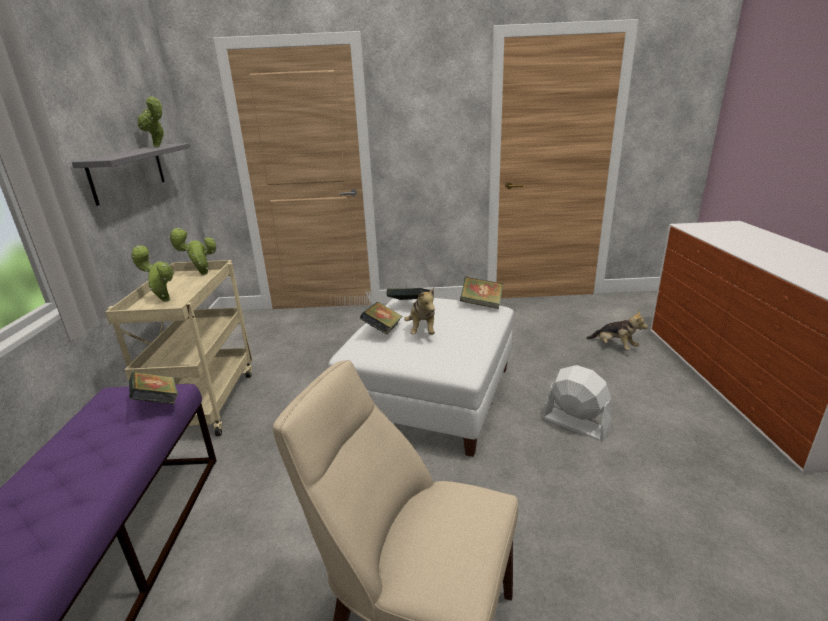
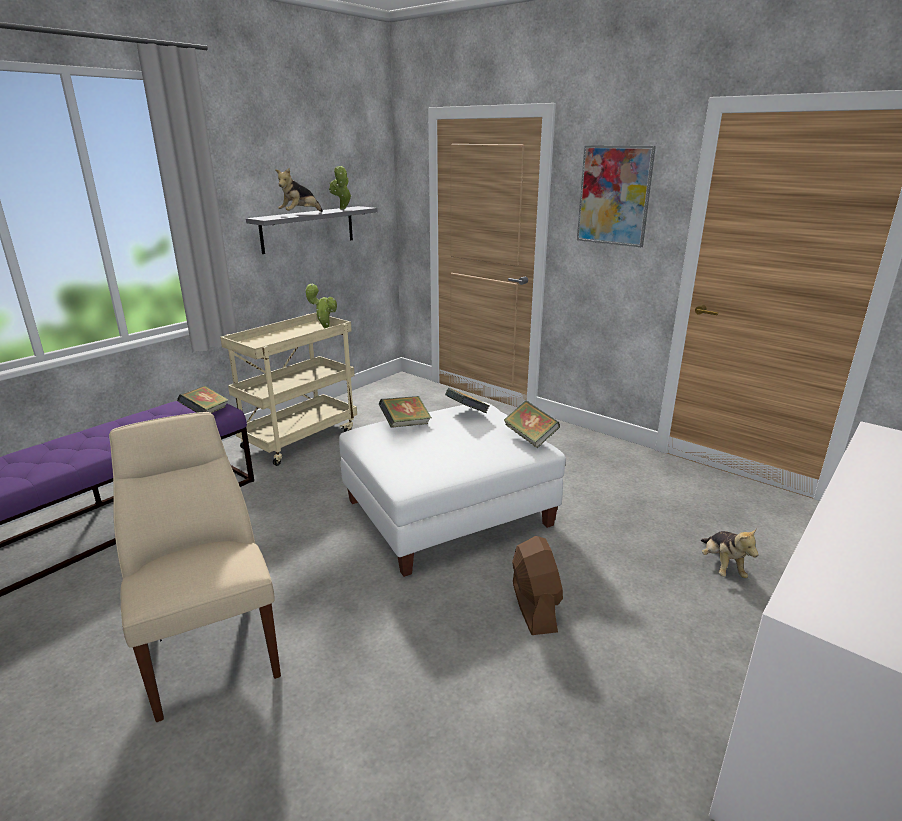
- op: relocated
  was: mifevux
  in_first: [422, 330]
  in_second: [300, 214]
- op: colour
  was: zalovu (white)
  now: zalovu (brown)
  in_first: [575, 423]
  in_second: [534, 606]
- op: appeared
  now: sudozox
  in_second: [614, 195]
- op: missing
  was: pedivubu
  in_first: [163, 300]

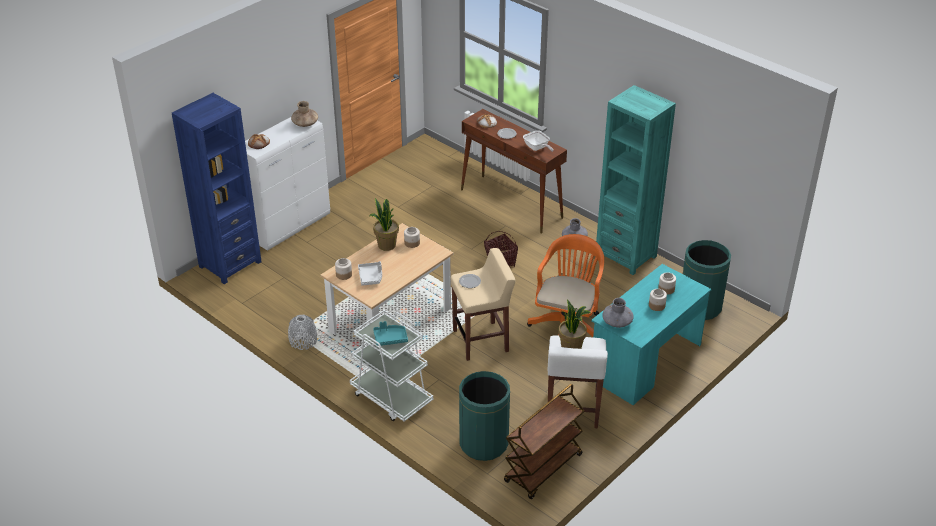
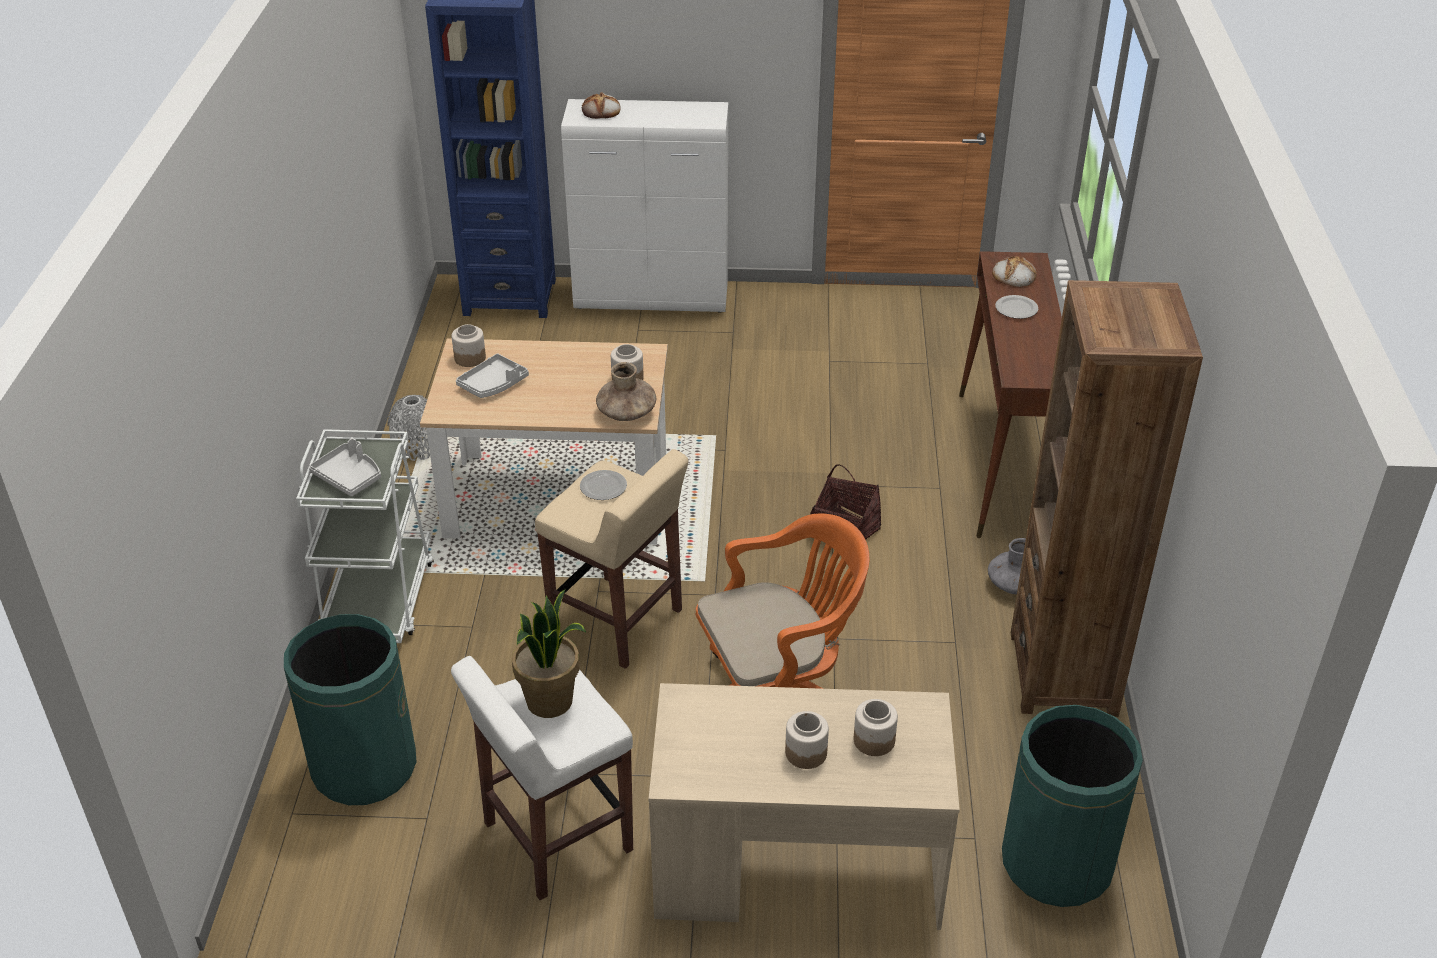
- op: colour
  was: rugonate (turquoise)
  now: rugonate (grey)
  in_first: [390, 338]
  in_second: [349, 477]
- op: relocated
  was: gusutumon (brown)
  in_first: [305, 124]
  in_second: [626, 413]
- op: colour
  was: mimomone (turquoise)
  now: mimomone (beige)
  in_first: [645, 362]
  in_second: [797, 870]
- op: colour
  was: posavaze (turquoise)
  now: posavaze (brown)
  in_first: [626, 255]
  in_second: [1063, 673]
- op: missing
  was: pedivubu
  in_first: [386, 245]
- op: missing
  was: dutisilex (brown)
  in_first: [543, 469]
- op: missing
  was: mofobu
  in_first: [537, 148]
- op: missing
  was: gusutumon (grey)
  in_first: [617, 322]

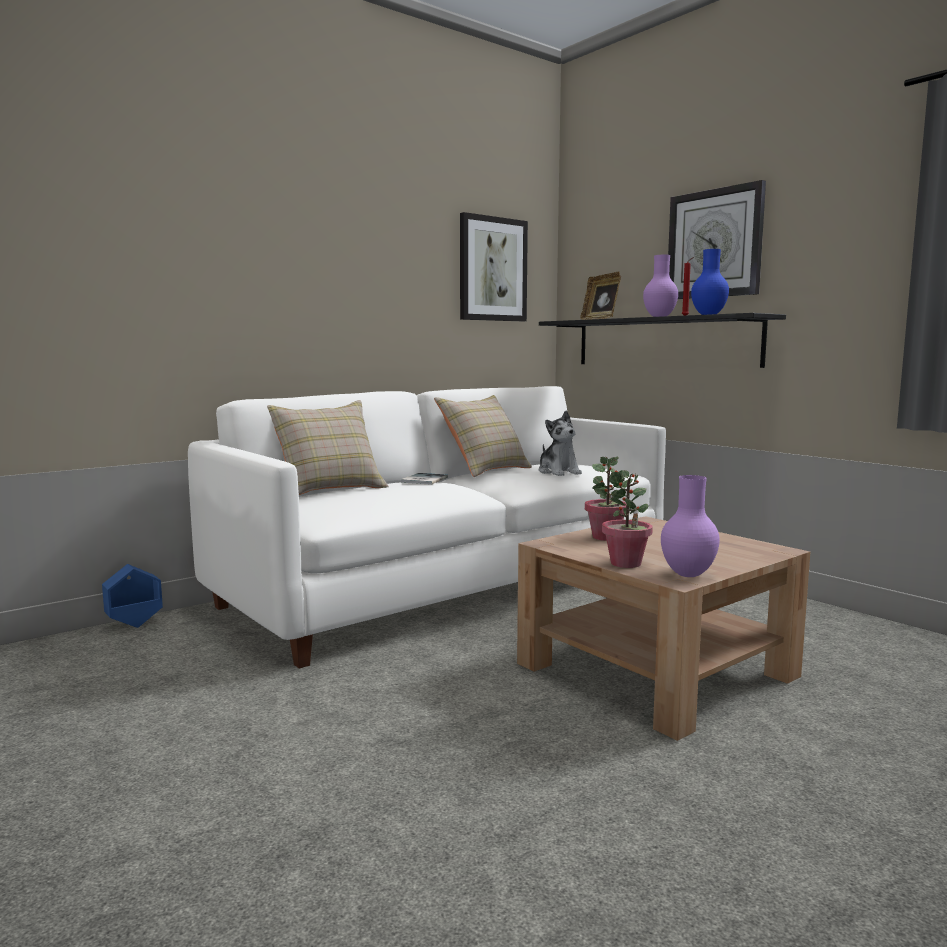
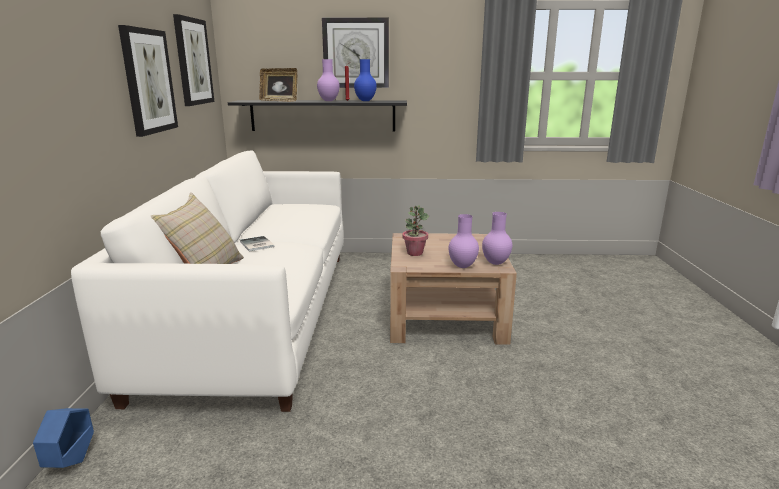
- op: appeared
  now: sudozox
  in_second: [148, 81]
- op: exchanged
  was: pedivubu
  now: gusutumon (purple)
  in_first: [626, 563]
  in_second: [463, 266]
- op: missing
  was: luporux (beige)
  in_first: [485, 470]
- op: missing
  was: mifevux
  in_first: [558, 472]

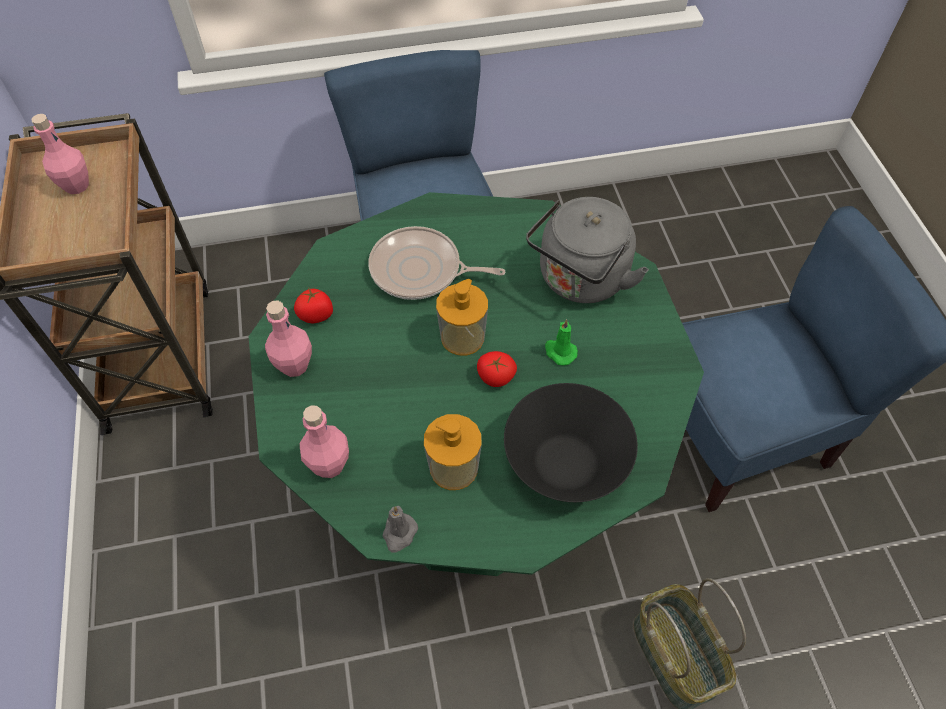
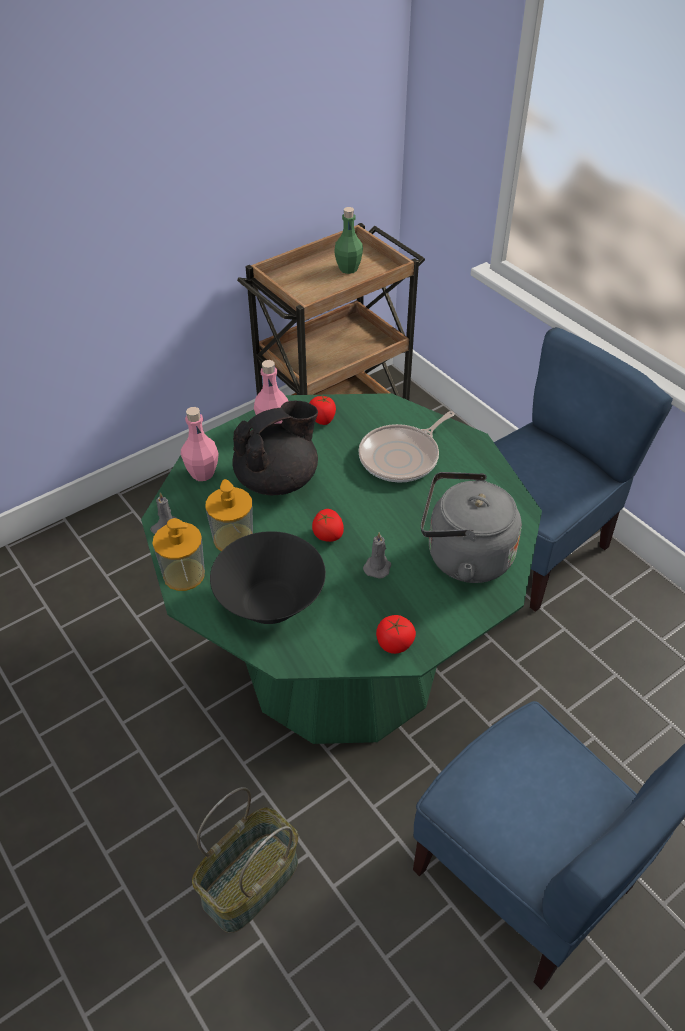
- op: relocated
  was: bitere
  in_first: [462, 337]
  in_second: [184, 574]
- op: appeared
  now: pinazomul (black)
  in_second: [278, 479]
- op: colour
  was: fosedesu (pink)
  now: fosedesu (green)
  in_first: [76, 185]
  in_second: [348, 269]
- op: spun
  was: mofobu
  in_first: [420, 270]
  in_second: [402, 457]
  clockwise: -120
- op: colour
  was: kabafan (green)
  now: kabafan (grey)
  in_first: [559, 352]
  in_second: [378, 566]
- op: appeared
  now: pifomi
  in_second: [394, 643]

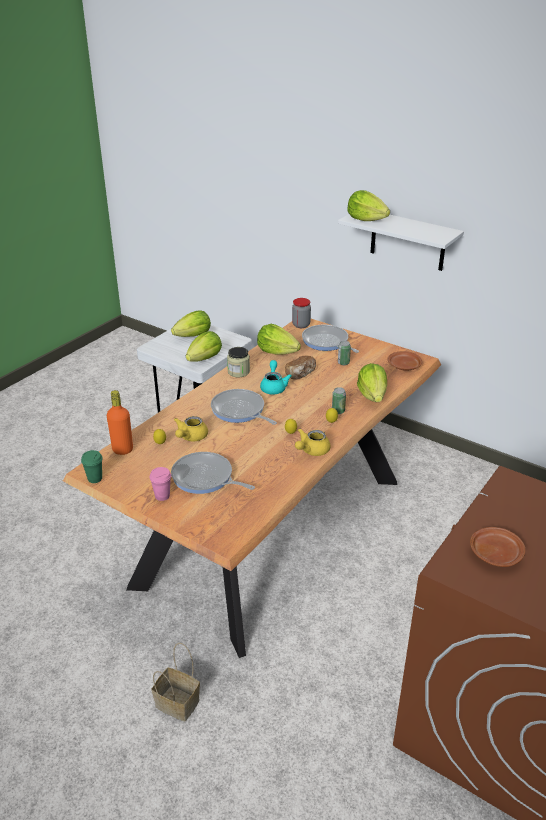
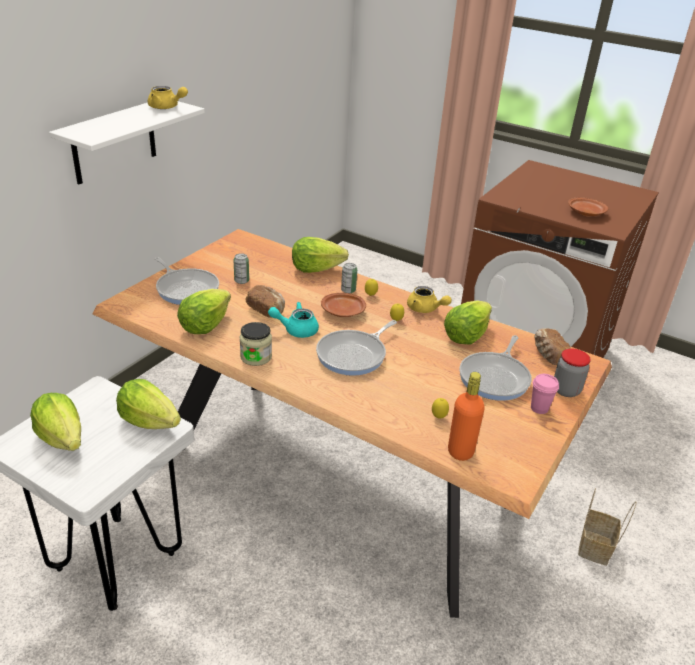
- op: relocated
  was: pinazomul (yellow)
  in_first: [190, 437]
  in_second: [166, 107]
- op: spun
  was: mofobu
  in_first: [326, 342]
  in_second: [186, 289]
  clockwise: -90
- op: relocated
  was: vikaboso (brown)
  in_first: [404, 366]
  in_second: [343, 312]
- op: relocated
  was: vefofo
  in_first: [366, 220]
  in_second: [466, 336]
- op: appeared
  now: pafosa
  in_second: [548, 355]
- op: relocated
  was: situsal
  in_first: [301, 325]
  in_second: [566, 390]
- op: missing
  was: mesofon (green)
  in_first: [95, 478]

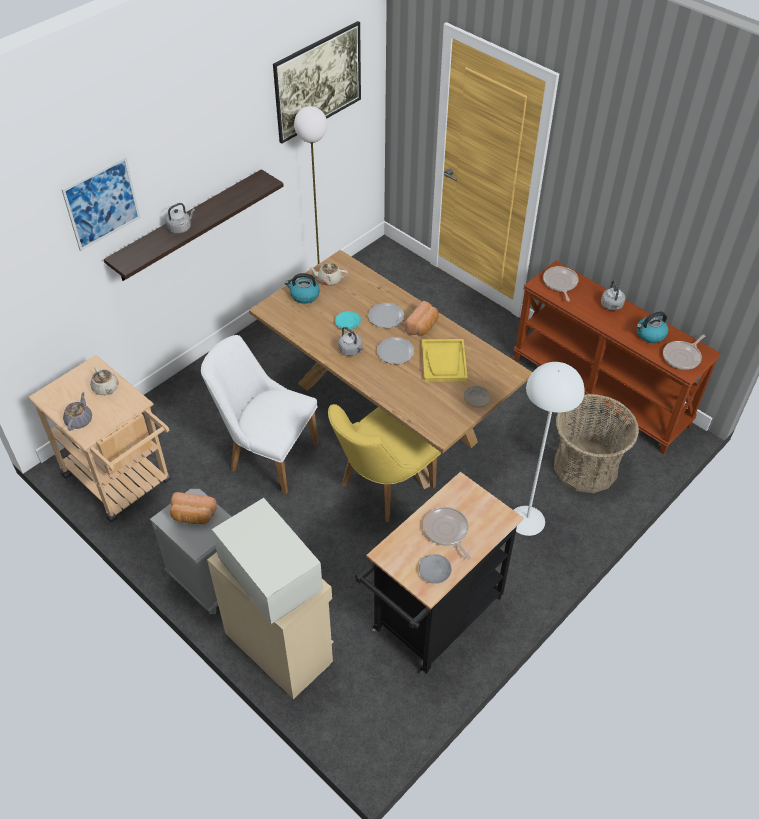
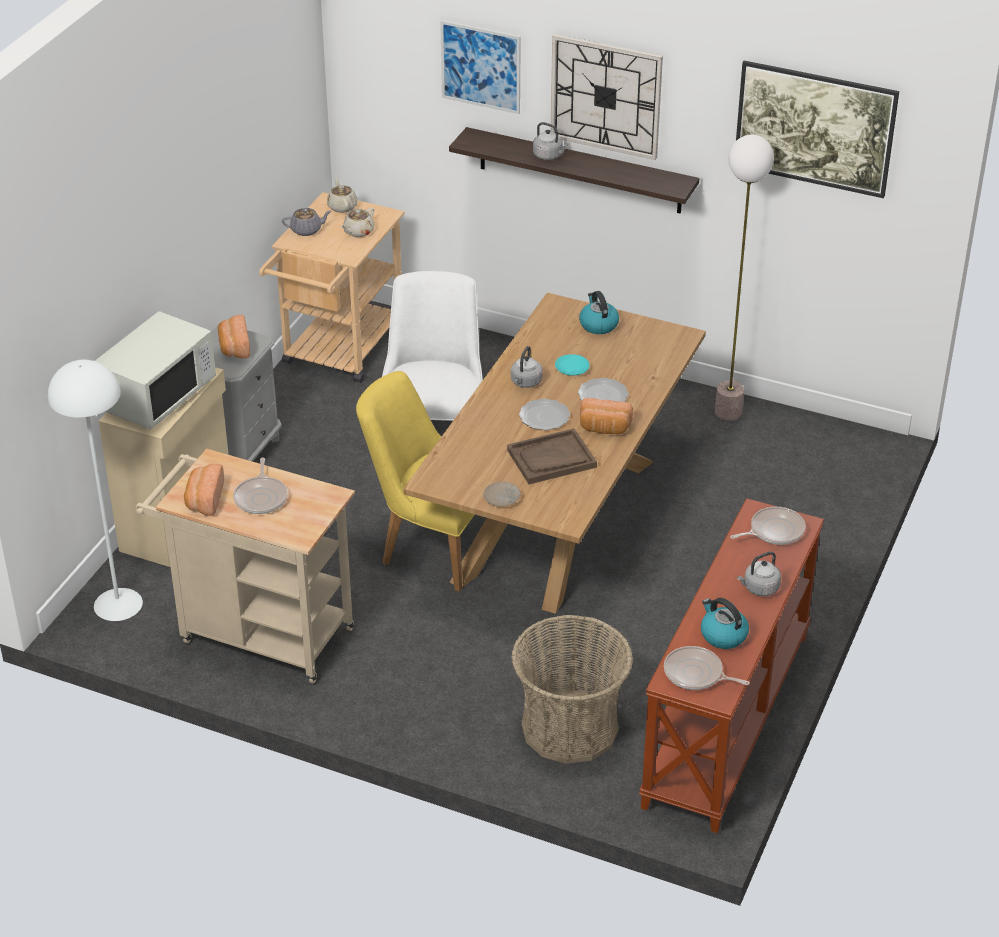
- op: relocated
  was: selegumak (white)
  in_first: [527, 520]
  in_second: [118, 604]
- op: colour
  was: dutisilex (black)
  now: dutisilex (beige)
  in_first: [432, 620]
  in_second: [257, 633]
- op: exchanged
  was: vikaboso (grey)
  now: pafosa
  in_first: [435, 571]
  in_second: [204, 500]
- op: spun
  was: mofobu
  in_first: [446, 531]
  in_second: [261, 497]
  clockwise: 135
- op: relocated
  was: pinazomul (beige)
  in_first: [329, 280]
  in_second: [342, 206]
- op: colour
  was: rugonate (yellow)
  now: rugonate (brown)
  in_first: [444, 362]
  in_second: [551, 459]
- op: appeared
  now: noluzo
  in_second: [606, 96]

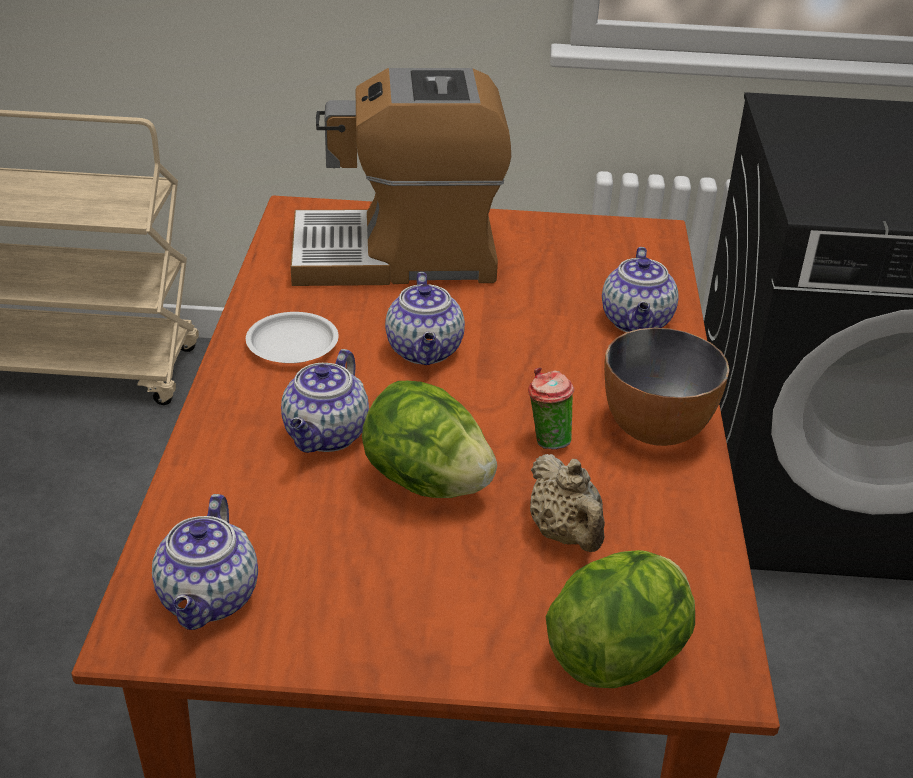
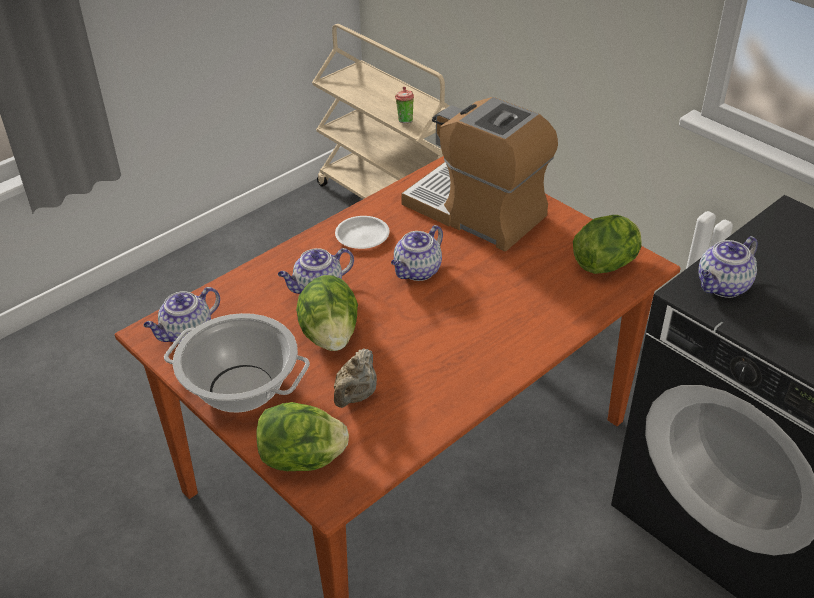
- op: appeared
  now: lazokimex
  in_second: [240, 389]
- op: relocated
  was: mesofon
  in_first: [546, 440]
  in_second: [404, 120]
- op: appeared
  now: vefofo
  in_second: [606, 264]
- op: relocated
  was: pinazomul
  in_first: [637, 323]
  in_second: [722, 287]
- op: missing
  was: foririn
  in_first: [655, 430]

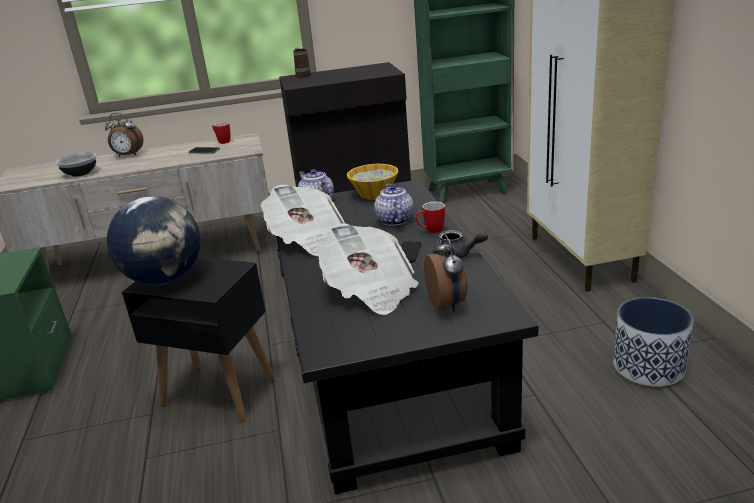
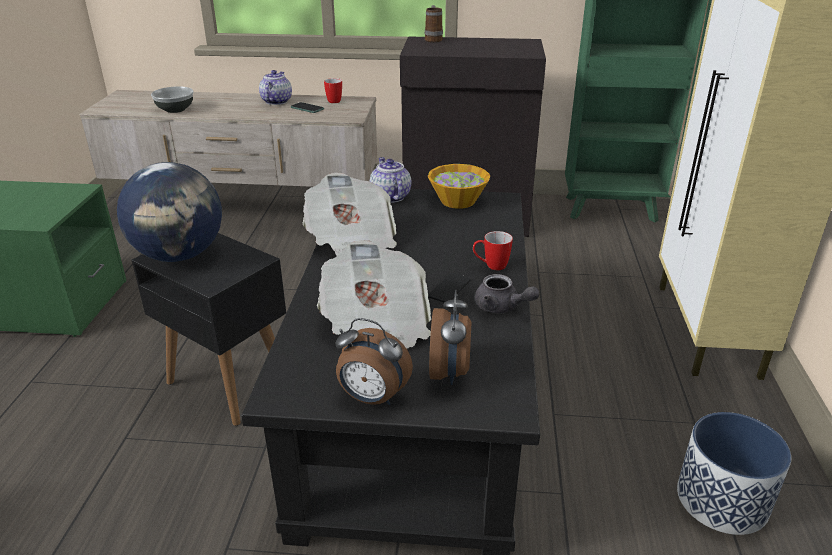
- op: relocated
  was: pinazomul
  in_first: [394, 220]
  in_second: [276, 101]
- op: relocated
  was: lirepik
  in_first: [128, 155]
  in_second: [372, 398]

